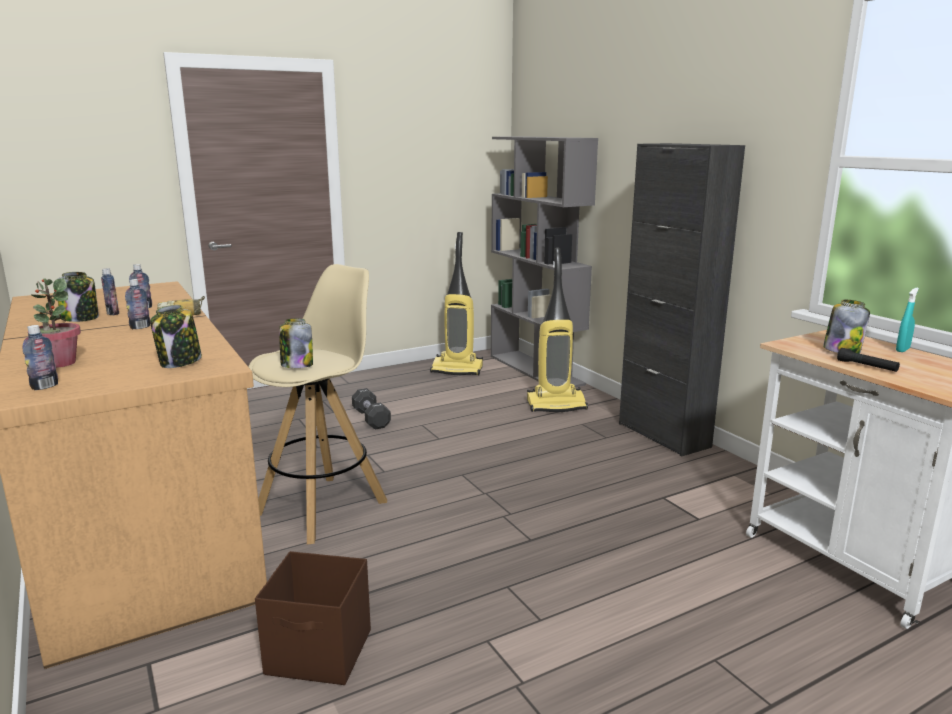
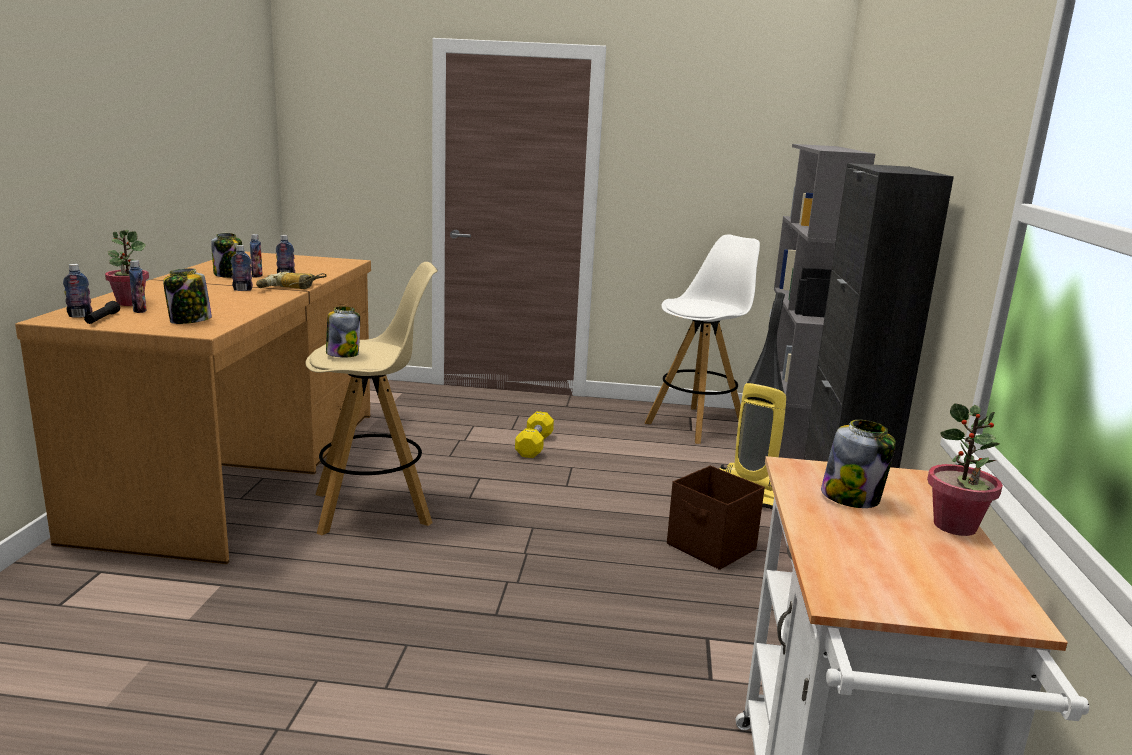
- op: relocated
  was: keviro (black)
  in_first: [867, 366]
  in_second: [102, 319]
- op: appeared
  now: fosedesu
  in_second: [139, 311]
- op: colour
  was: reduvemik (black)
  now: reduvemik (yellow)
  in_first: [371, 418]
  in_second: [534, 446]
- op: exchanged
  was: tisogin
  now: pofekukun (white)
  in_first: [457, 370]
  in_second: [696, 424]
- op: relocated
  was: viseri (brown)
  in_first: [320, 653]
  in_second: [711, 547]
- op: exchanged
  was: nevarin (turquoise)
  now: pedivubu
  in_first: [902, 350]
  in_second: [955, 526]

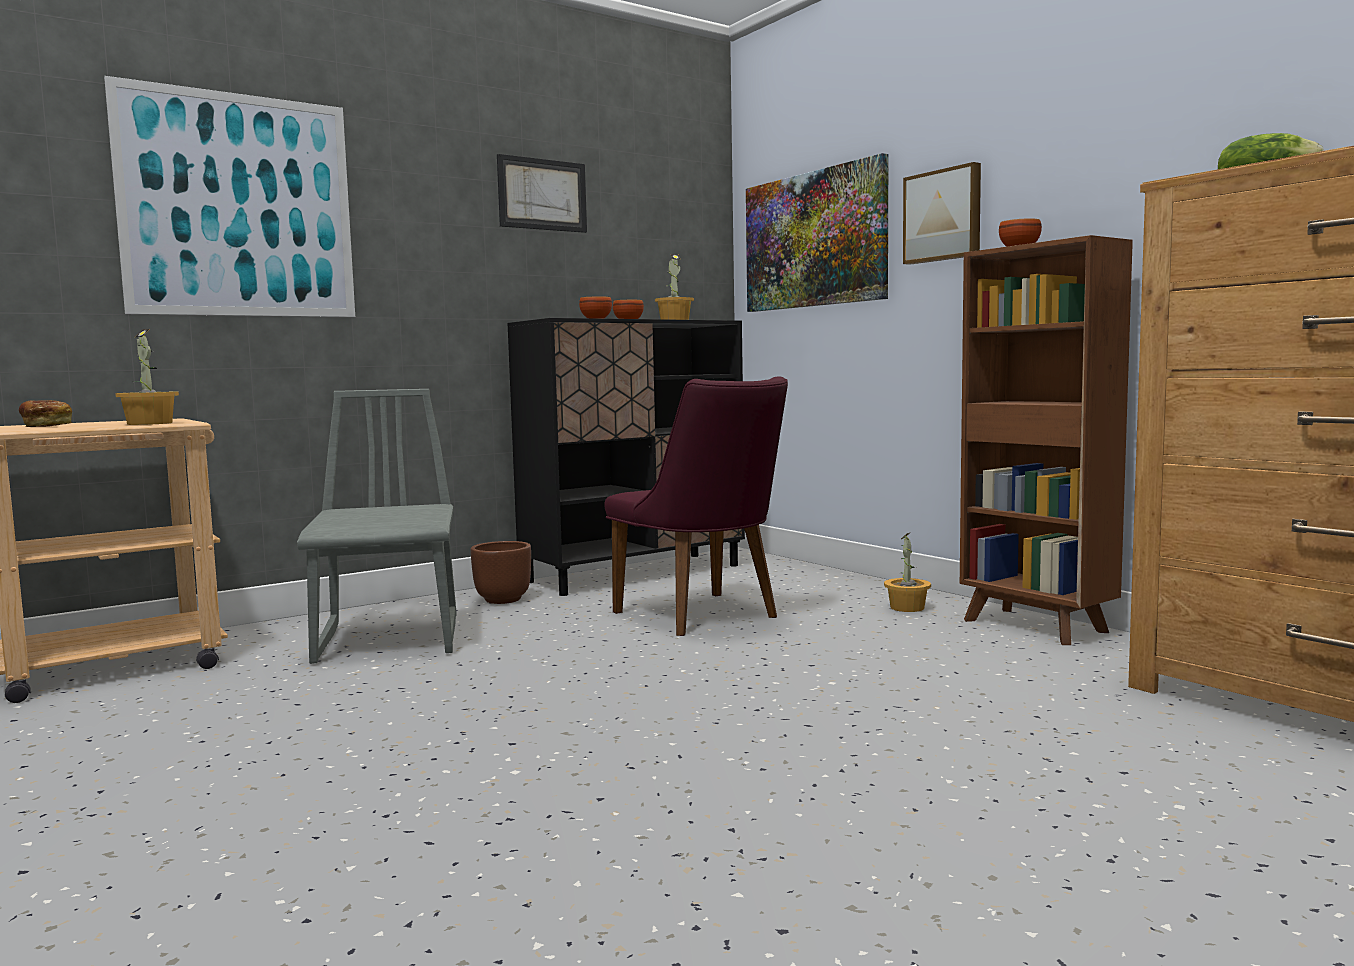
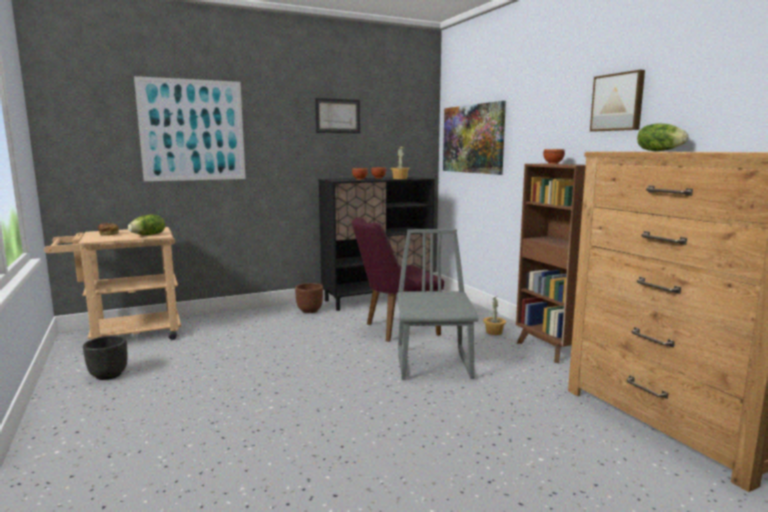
- op: appeared
  now: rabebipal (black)
  in_second: [109, 375]
- op: exchanged
  was: pedivubu
  now: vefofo
  in_first: [150, 423]
  in_second: [149, 235]
- op: spun
  was: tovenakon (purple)
  in_first: [705, 617]
  in_second: [395, 329]
  clockwise: 90
- op: relocated
  was: tovenakon (grey)
  in_first: [391, 640]
  in_second: [434, 364]
- op: relocated
  was: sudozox
  in_first: [943, 215]
  in_second: [618, 102]

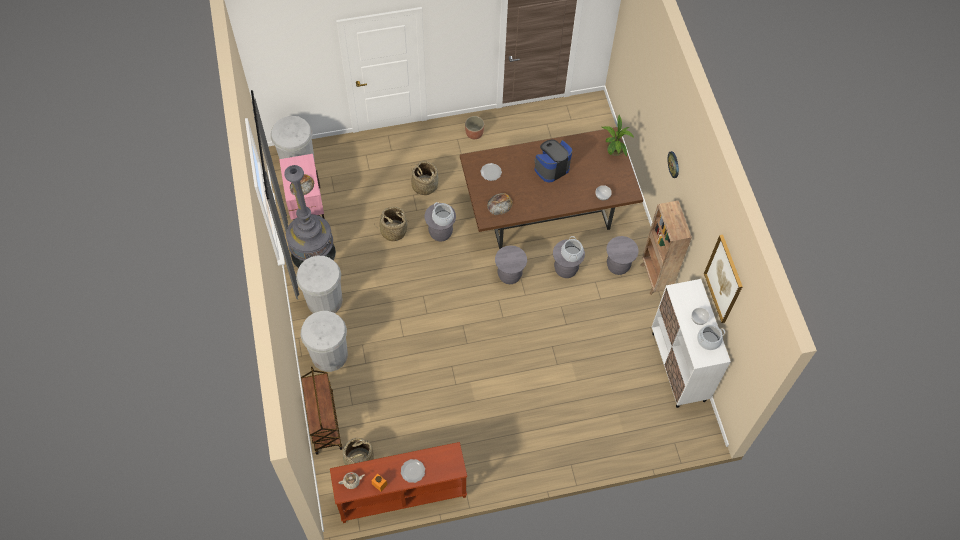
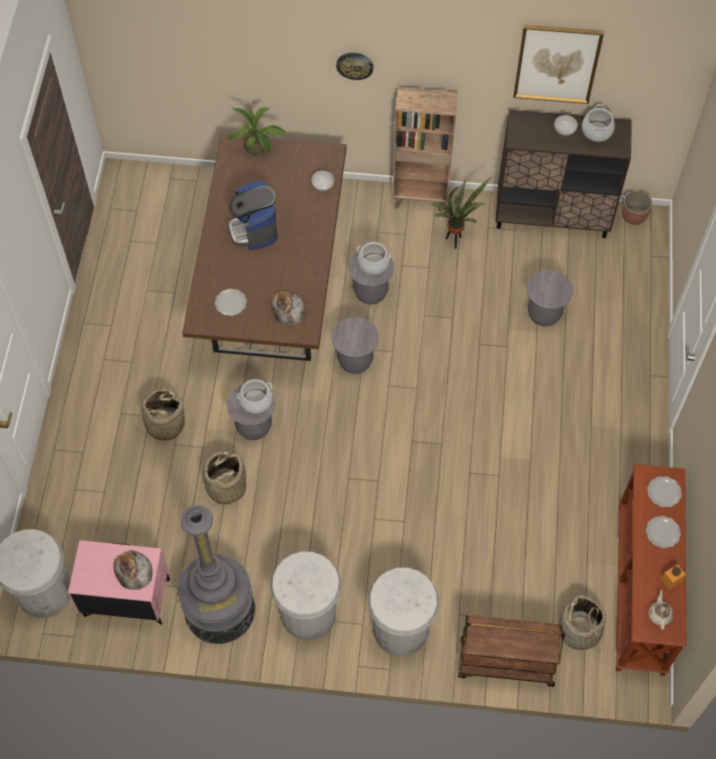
- op: appeared
  now: pedivubu
  in_second: [455, 241]
- op: colour
  was: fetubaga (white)
  now: fetubaga (brown)
  in_first: [678, 367]
  in_second: [552, 217]
- op: relocated
  was: pofekukun (grey)
  in_first: [618, 266]
  in_second: [544, 314]
- op: relocated
  was: rabebipal
  in_first: [474, 133]
  in_second: [634, 216]
- op: appeared
  now: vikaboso
  in_second: [664, 492]

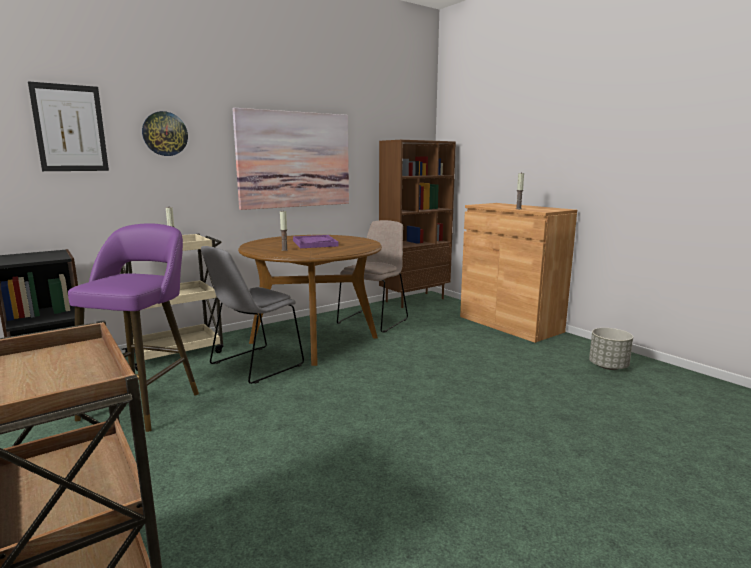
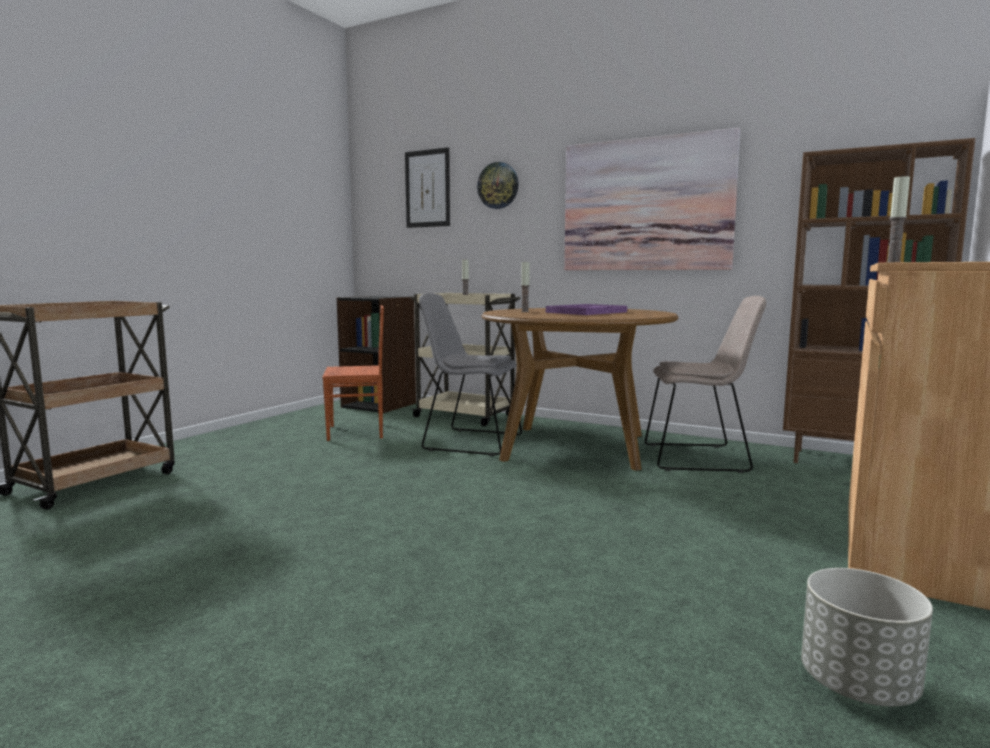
- op: exchanged
  was: pofekukun (purple)
  now: tovenakon (brown)
  in_first: [144, 403]
  in_second: [357, 432]

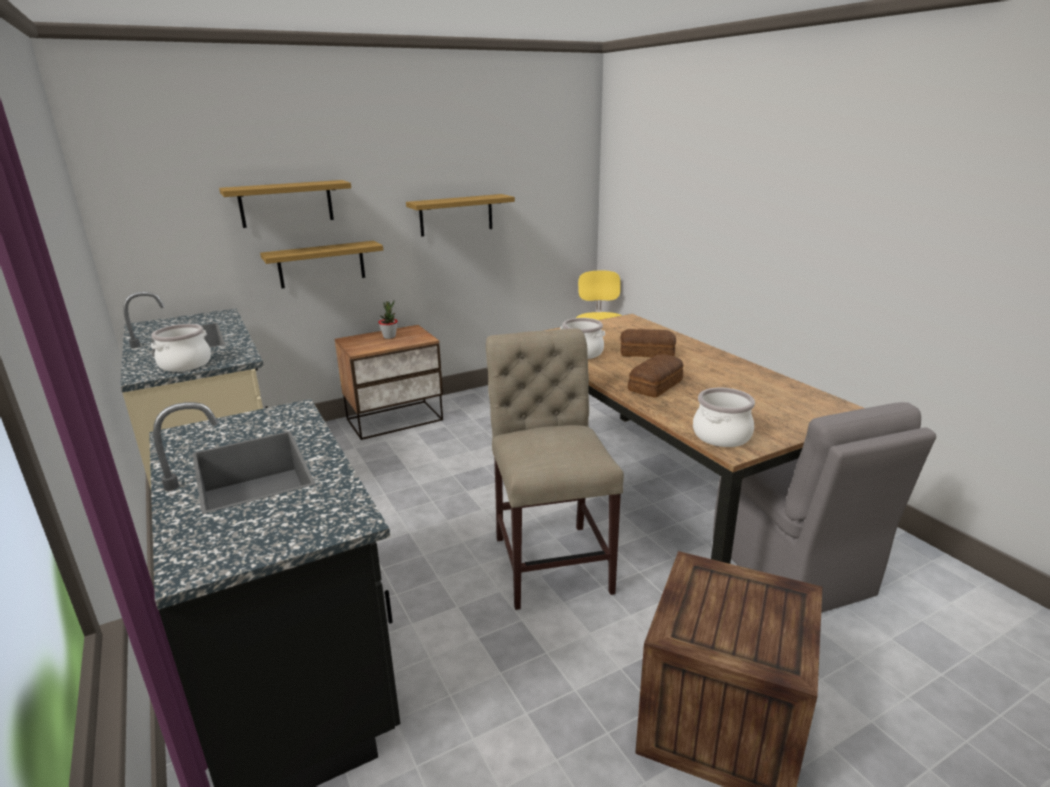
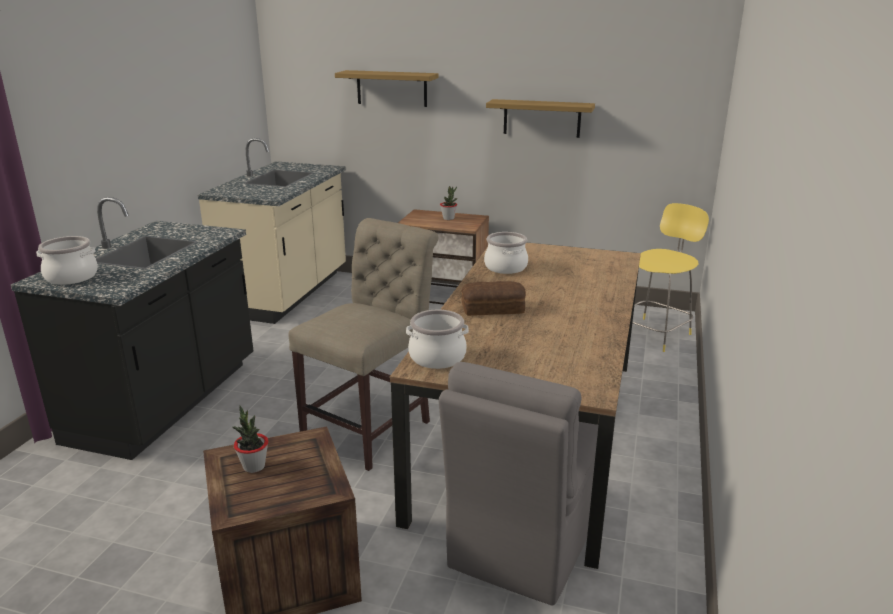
- op: relocated
  was: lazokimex
  in_first: [185, 364]
  in_second: [71, 277]
- op: appeared
  now: pedivubu
  in_second: [254, 466]
- op: missing
  was: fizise
  in_first: [321, 264]
- op: missing
  was: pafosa
  in_first: [646, 352]

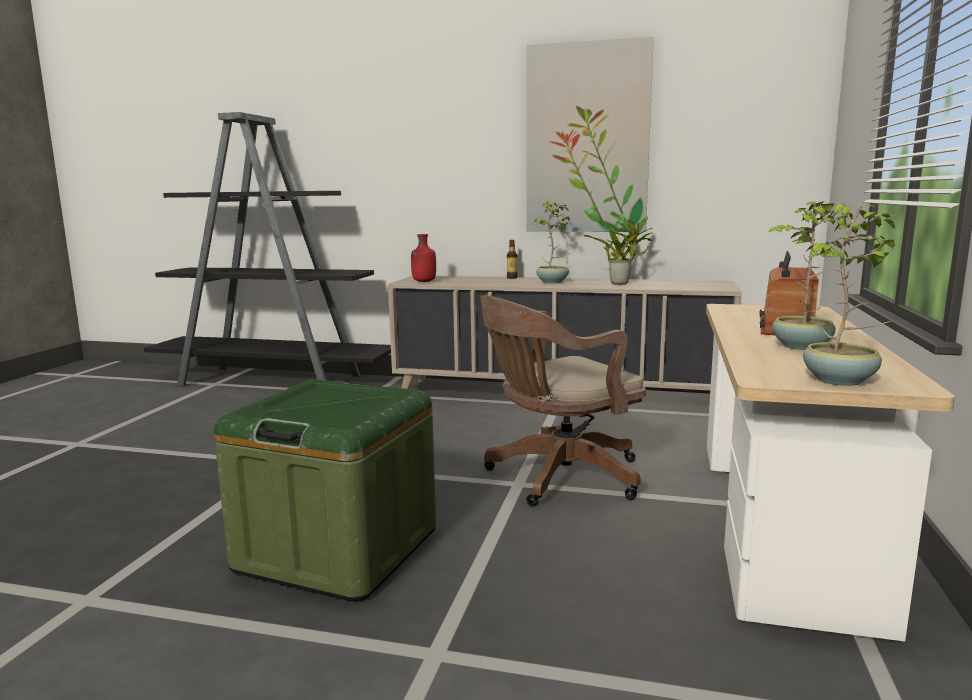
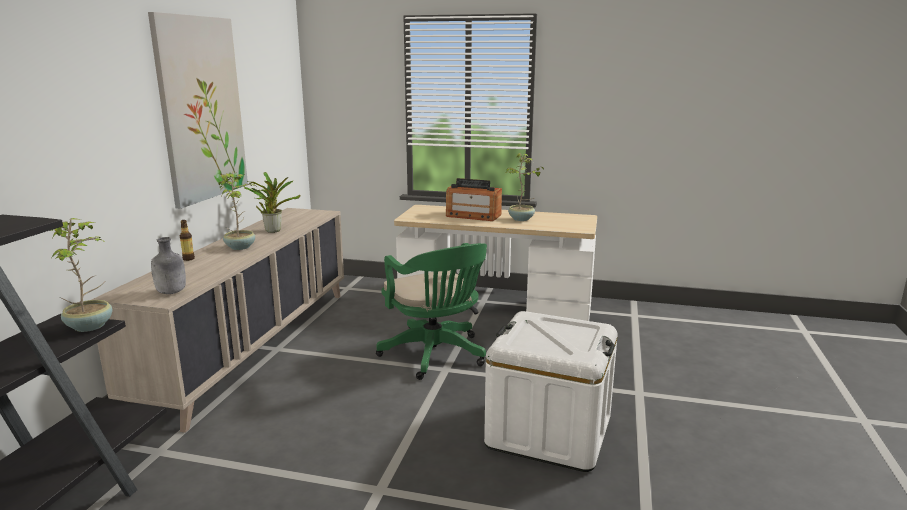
- op: relocated
  was: pedivubu
  in_first: [841, 381]
  in_second: [91, 326]
- op: colour
  was: fosedesu (red)
  now: fosedesu (grey)
  in_first: [423, 281]
  in_second: [171, 292]
- op: colour
  was: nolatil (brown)
  now: nolatil (green)
  in_first: [558, 477]
  in_second: [436, 356]
- op: colour
  was: viseri (green)
  now: viseri (white)
  in_first: [337, 549]
  in_second: [549, 432]

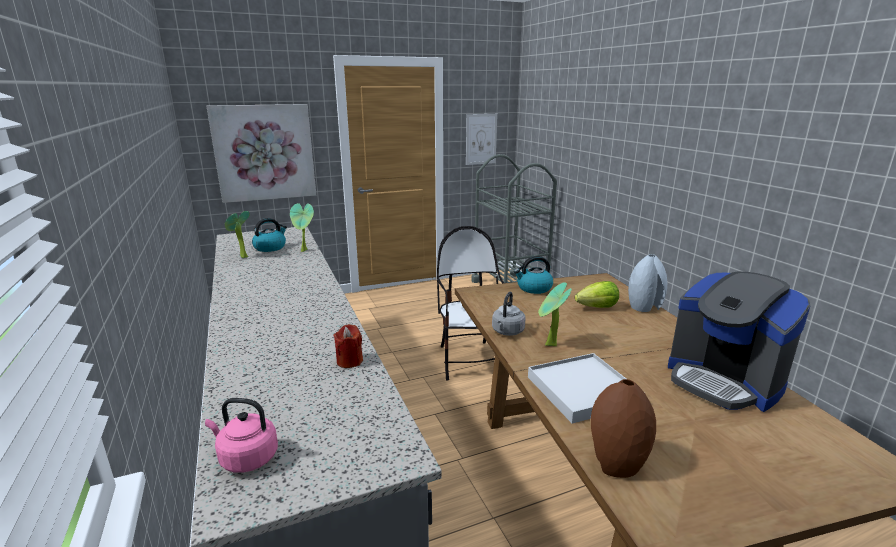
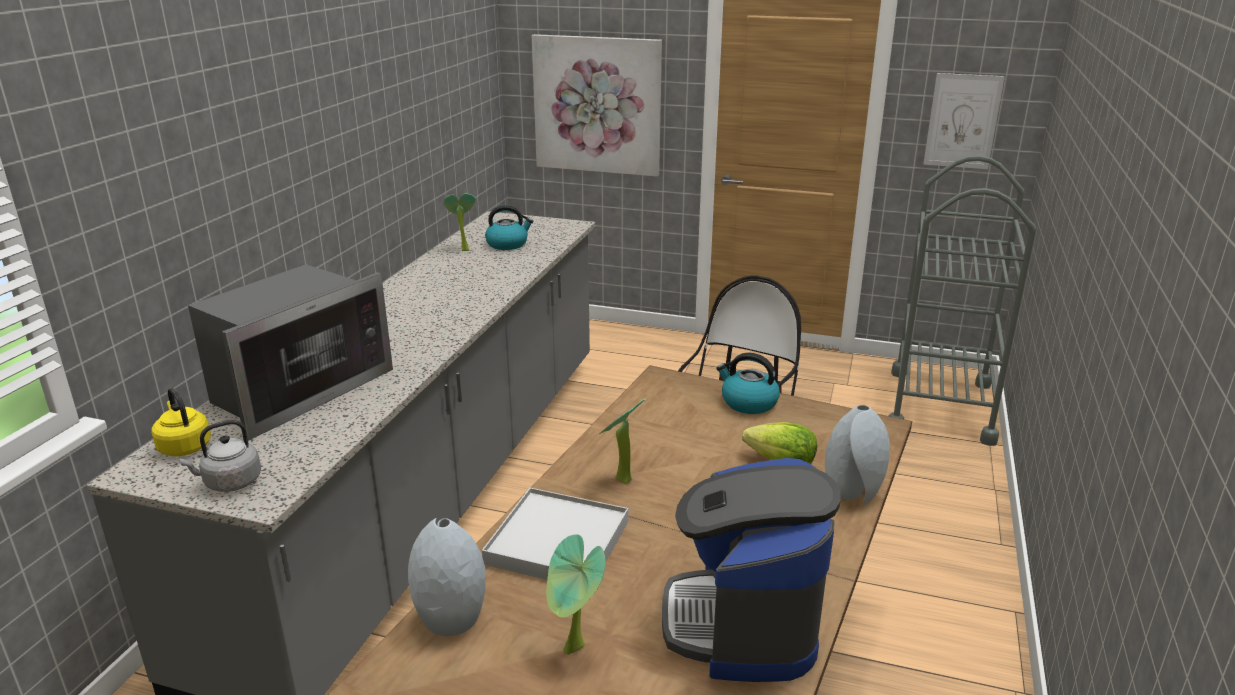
- op: colour
  was: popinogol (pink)
  now: popinogol (yellow)
  in_first: [246, 458]
  in_second: [184, 446]
- op: relocated
  was: popinogol (grey)
  in_first: [507, 332]
  in_second: [230, 483]
- op: appeared
  now: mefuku
  in_second: [297, 389]
- op: colour
  was: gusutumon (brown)
  now: gusutumon (grey)
  in_first: [616, 463]
  in_second: [450, 618]
- op: relocated
  was: pedivubu
  in_first: [305, 251]
  in_second: [574, 651]
- op: missing
  was: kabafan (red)
  in_first: [349, 361]

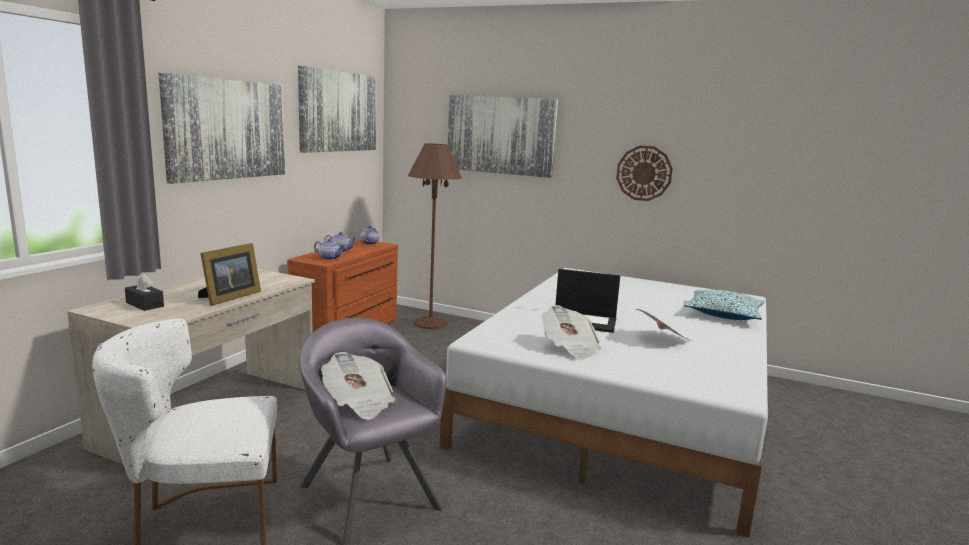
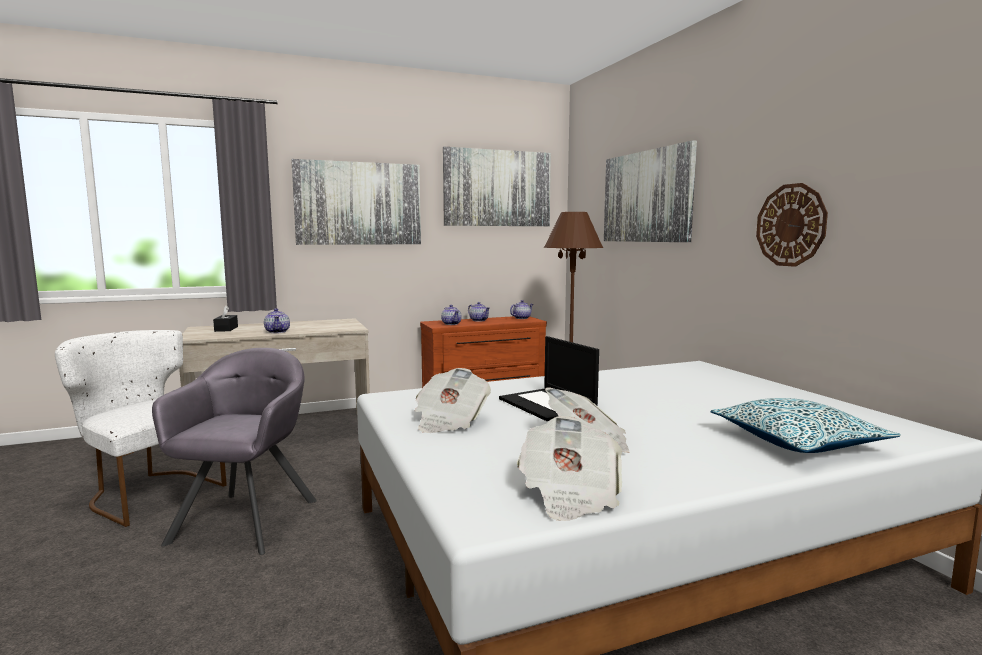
- op: exchanged
  was: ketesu
  now: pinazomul
  in_first: [229, 297]
  in_second: [277, 331]
- op: relocated
  was: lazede
  in_first: [358, 403]
  in_second: [569, 495]

